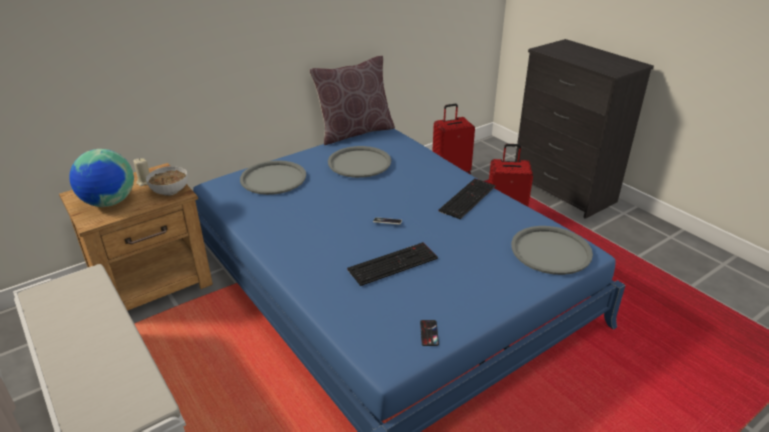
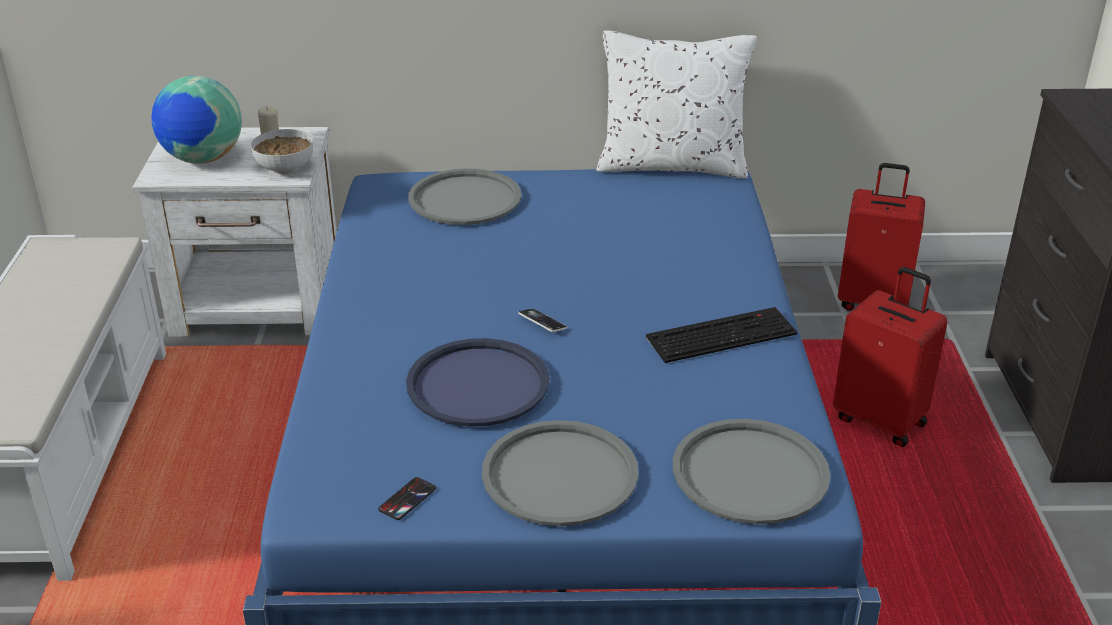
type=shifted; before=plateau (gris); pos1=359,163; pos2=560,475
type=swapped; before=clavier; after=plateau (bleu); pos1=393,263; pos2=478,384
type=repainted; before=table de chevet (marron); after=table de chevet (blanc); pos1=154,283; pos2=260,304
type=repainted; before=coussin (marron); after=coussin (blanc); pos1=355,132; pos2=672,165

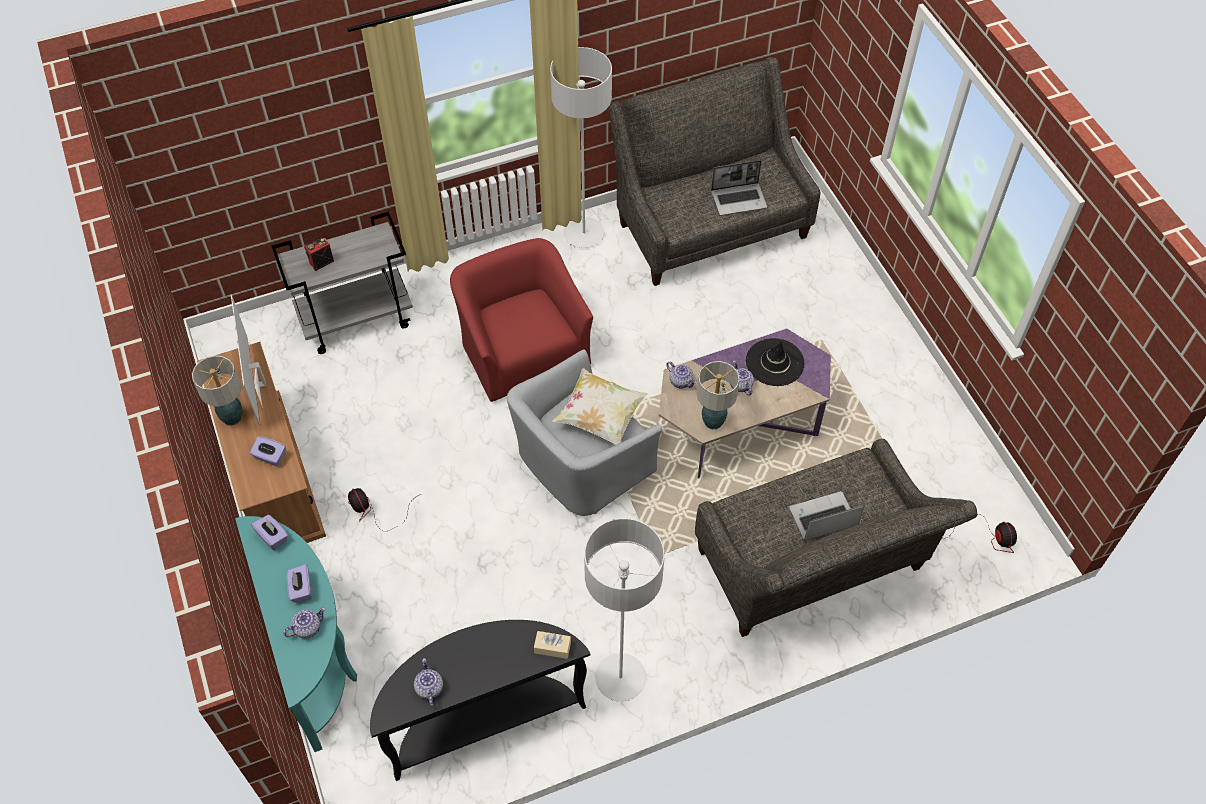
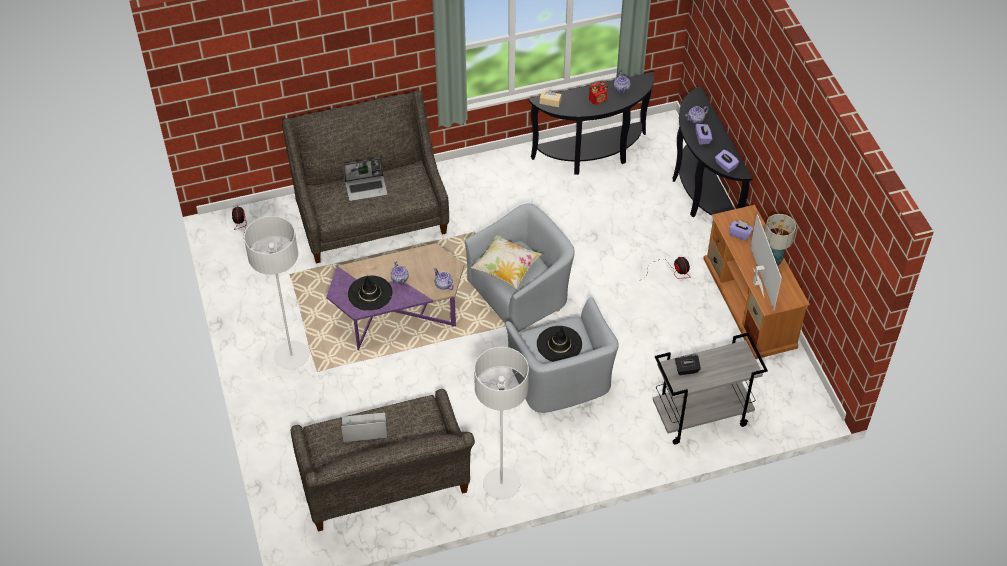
type=gone; before=lampe de table; pos1=713,421
type=new; after=chapeau (noir); pos2=559,344
type=new; after=boîte à mouchoirs (noir); pos2=686,370
type=shifted; before=radio; pos1=320,262; pos2=598,100
type=shifted; before=lampadaire (gris); pos1=620,678; pos2=291,356
type=repainted; before=table console (turquoise); after=table console (noir); pos1=316,655; pos2=700,193
type=repainted; before=fauteuil (rouge); after=fauteuil (gris); pos1=522,351; pos2=561,379

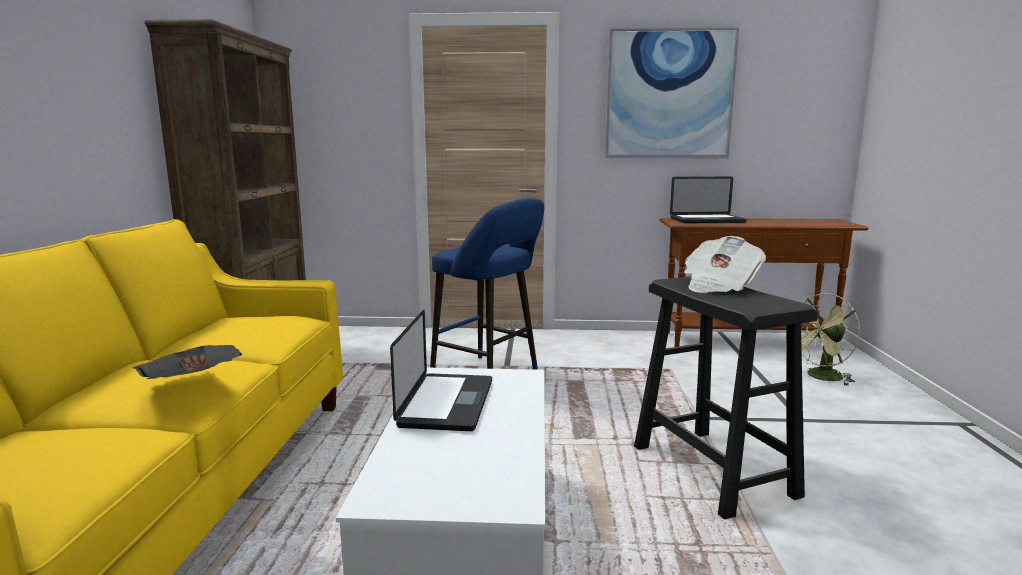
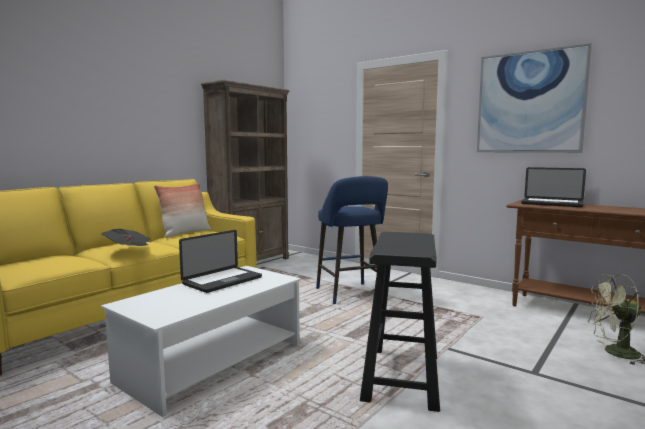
type=gone; before=journal; pos1=719,286
type=new; after=coussin; pos2=185,233

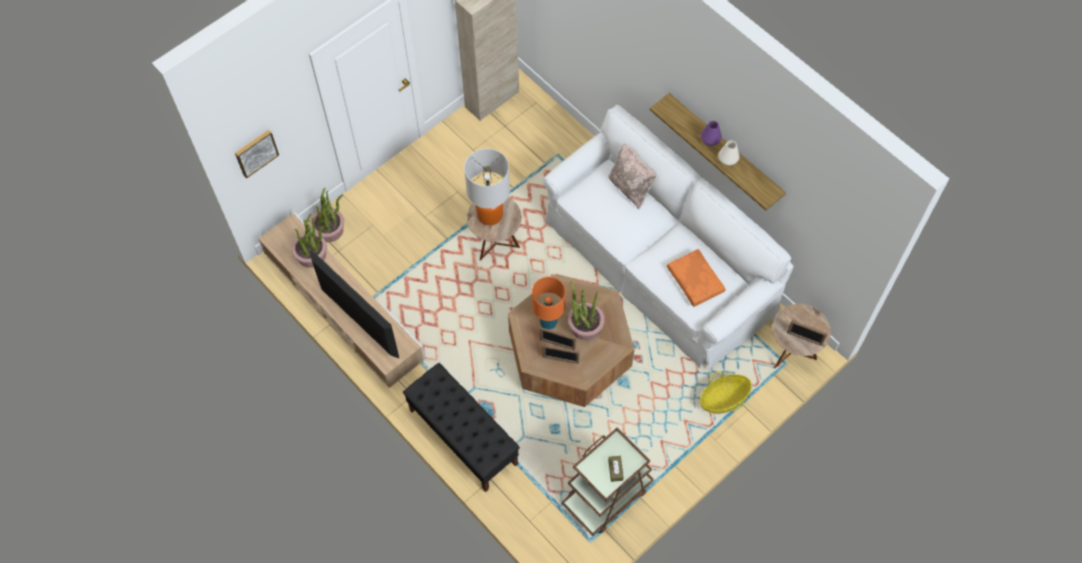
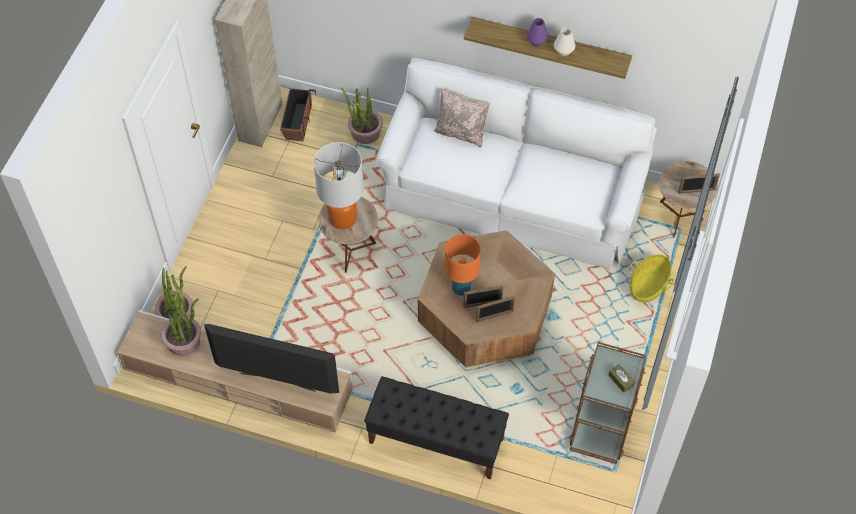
type=gone; before=tableau; pos1=255,152
type=gone; before=coussin (orange); pos1=696,281
type=new; after=cache-pot; pos2=298,122
type=shifted; before=plante en pot; pos1=585,326; pos2=365,132

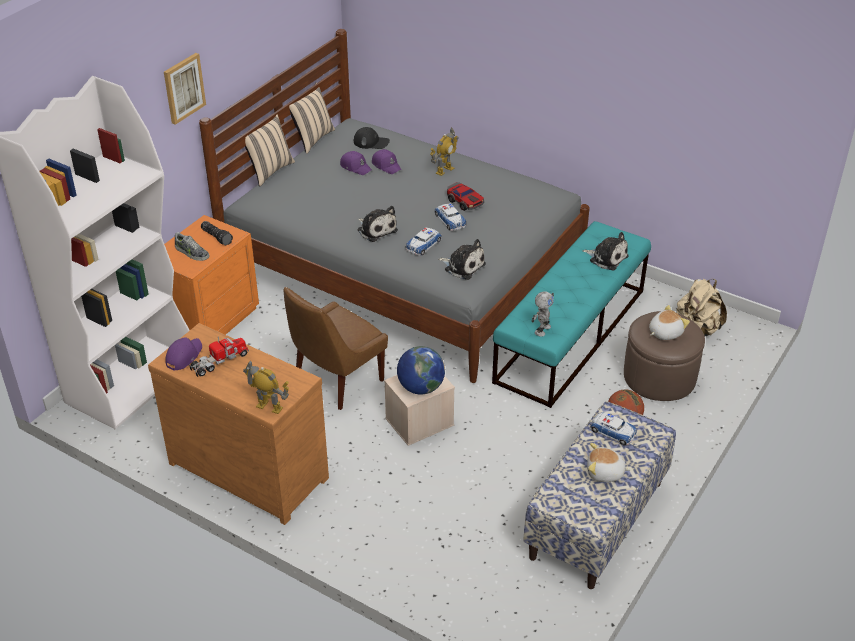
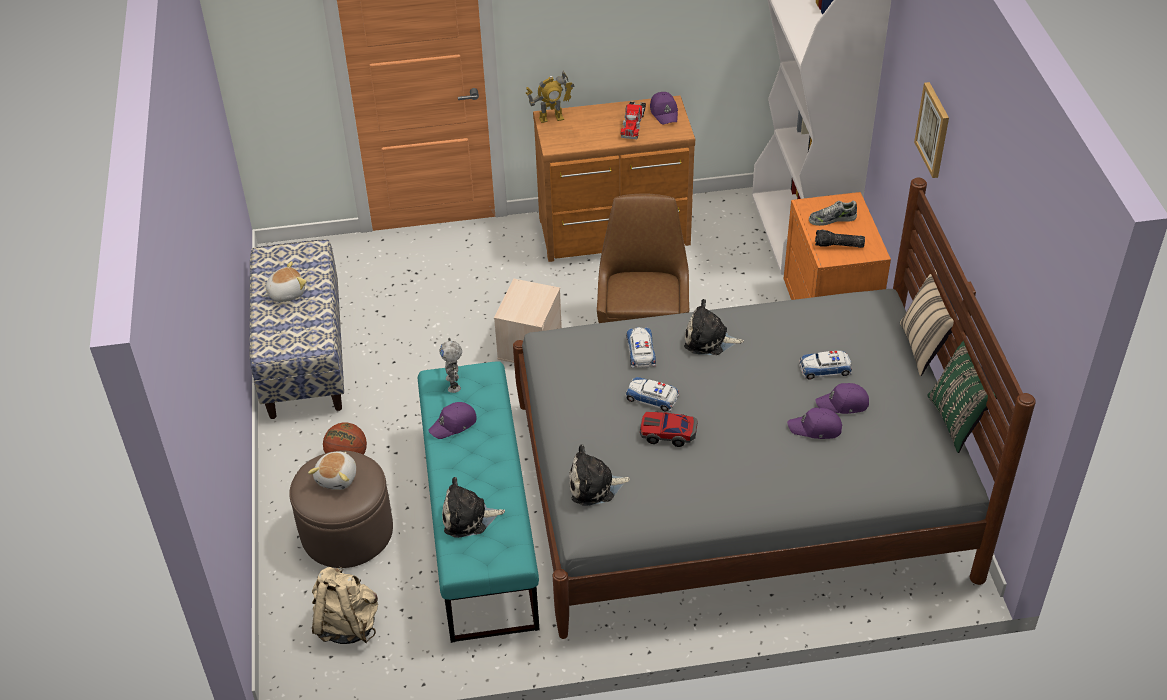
type=gone; before=casquette (noir); pos1=371,142
type=gone; before=globe; pos1=420,387
type=gone; before=robot jouet; pos1=444,170
type=new; after=casquette (violet); pos2=454,424
type=shifted; before=peluche; pos1=463,266; pos2=595,486
type=shifted; before=petite voiture; pos1=613,432; pos2=825,368
type=repainted; before=coussin (beige); after=coussin (vert); pos1=312,139; pos2=956,421

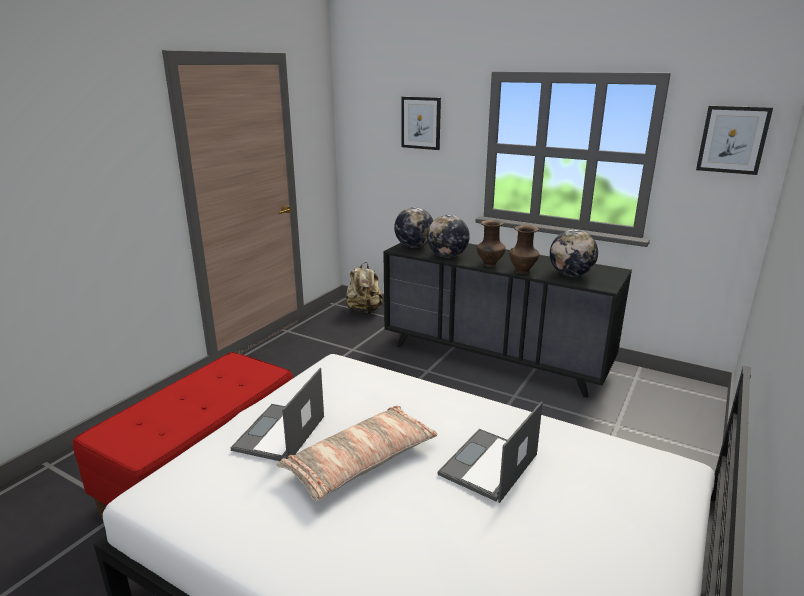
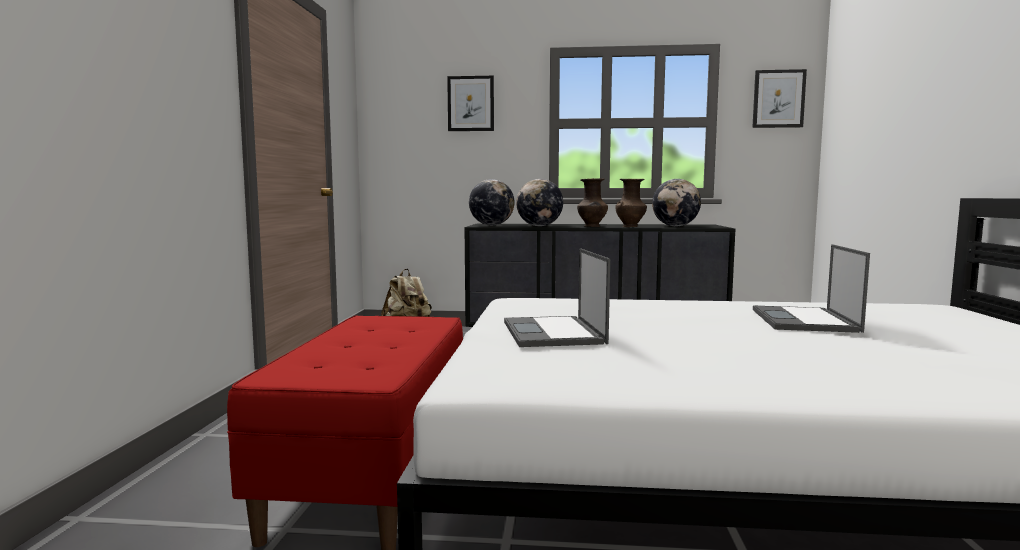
type=gone; before=coussin; pos1=362,462

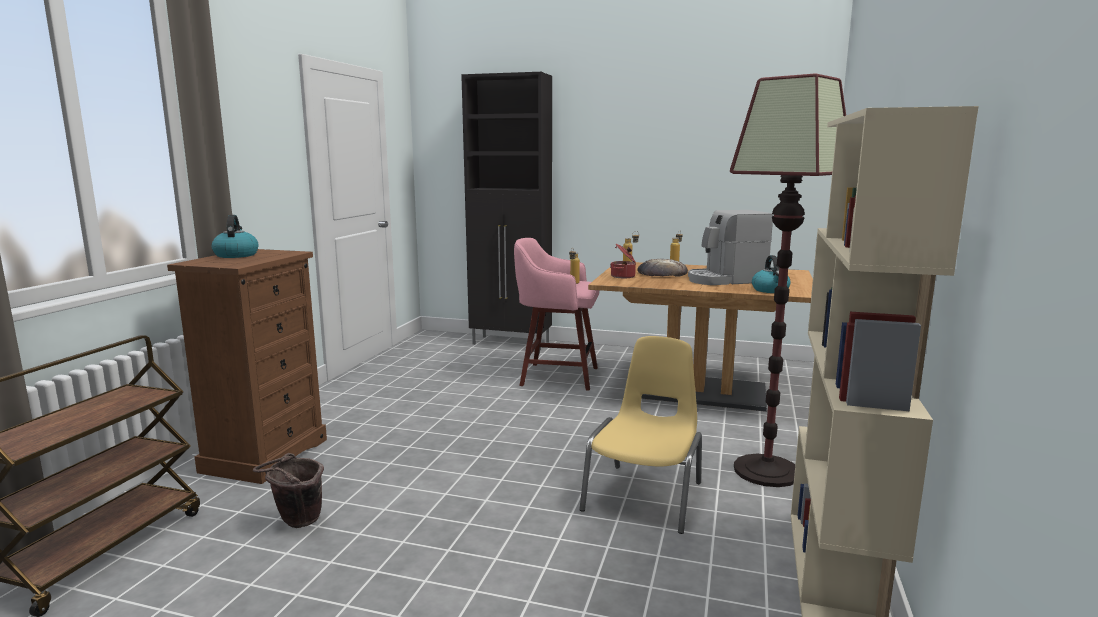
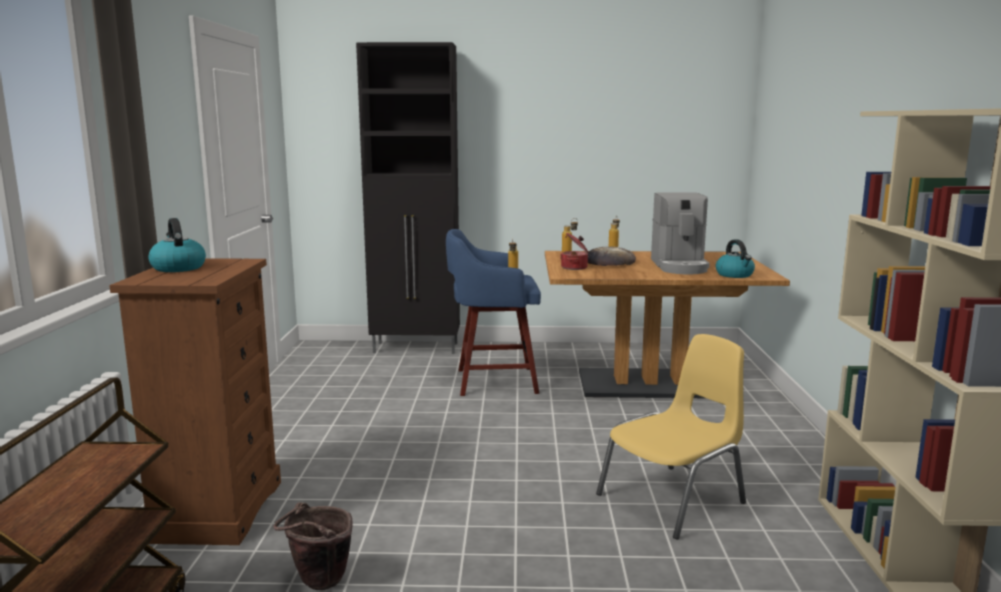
type=gone; before=lampadaire; pos1=767,471
type=repainted; before=tabouret (rose); after=tabouret (bleu); pos1=556,376; pos2=493,381
type=rotated; before=chaise (jaune); pos1=645,496; pos2=674,499; turn=45
type=rotated; before=machine à café; pos1=725,280; pos2=679,266; turn=-60

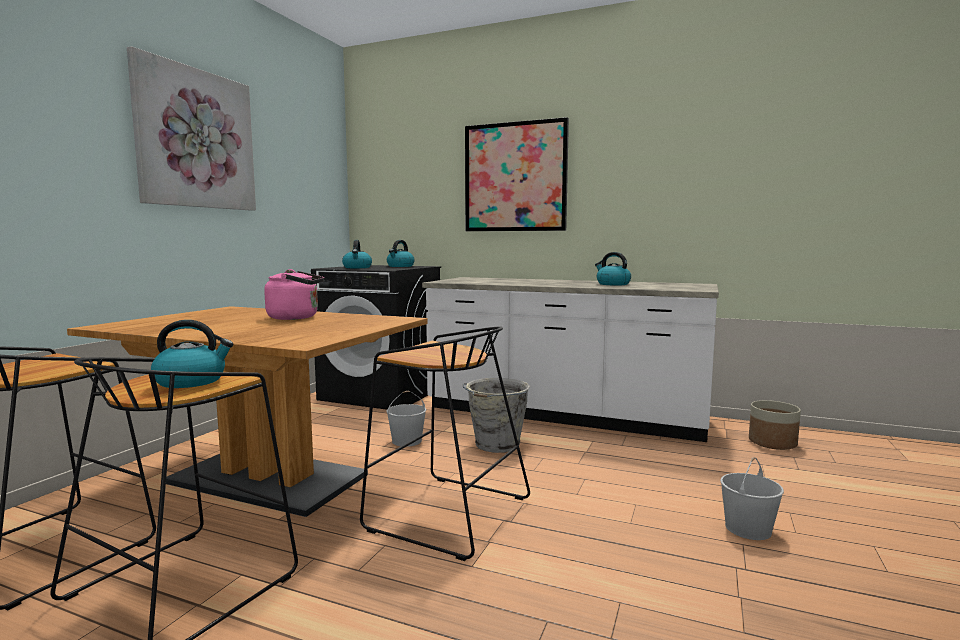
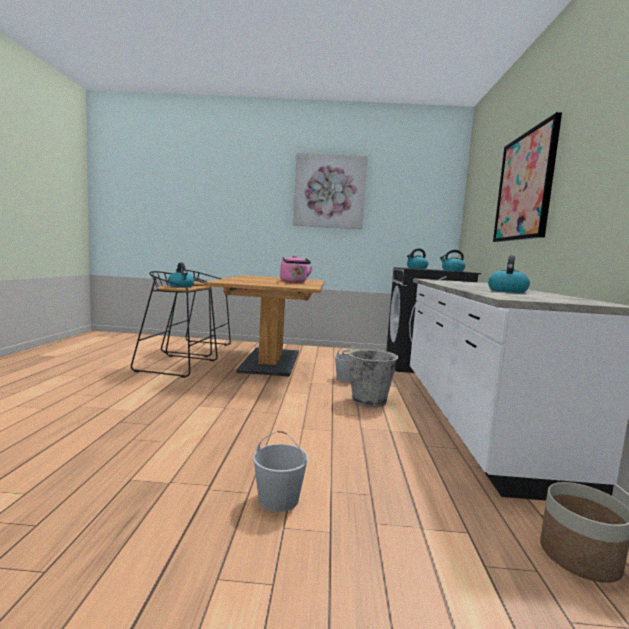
type=gone; before=tabouret (noir); pos1=445,514

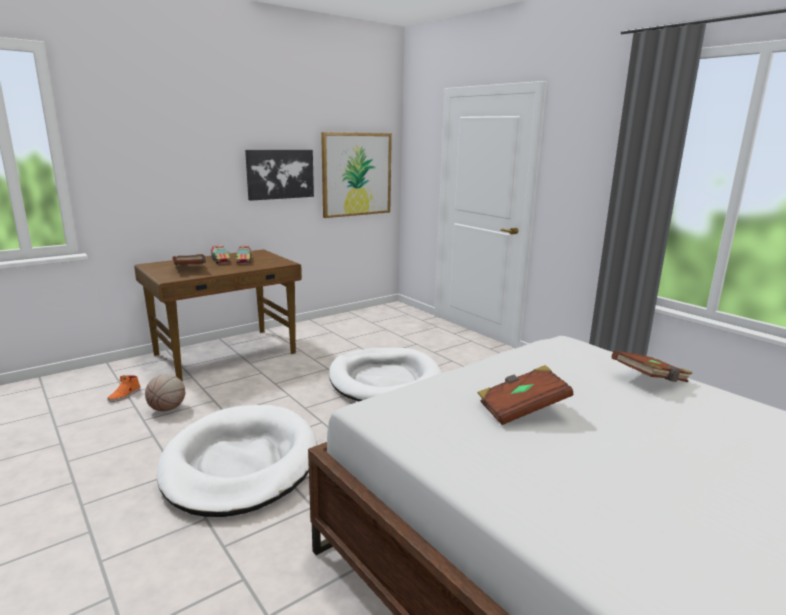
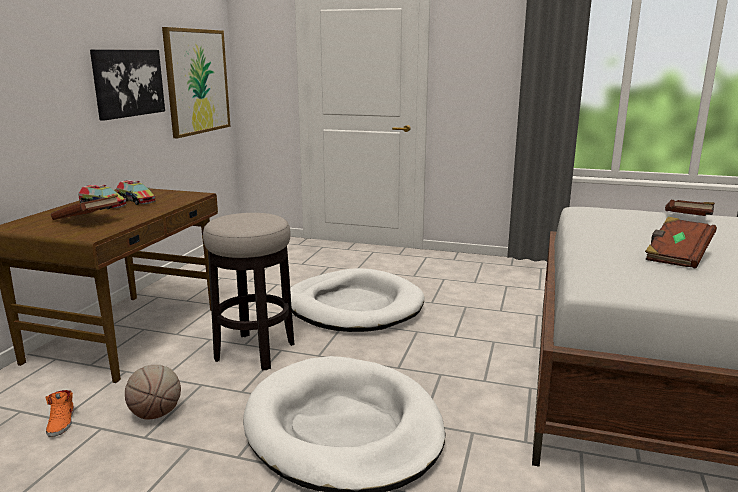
type=new; after=tabouret; pos2=254,352

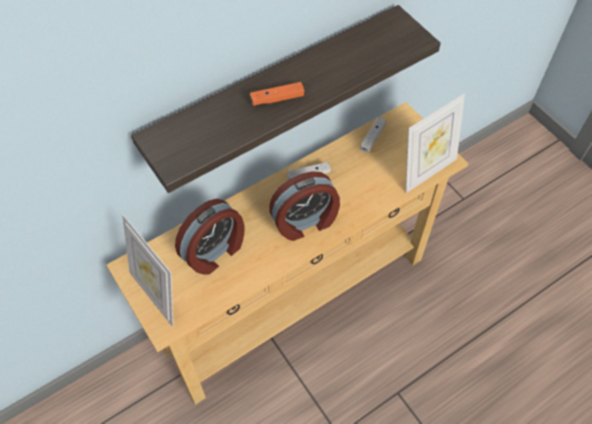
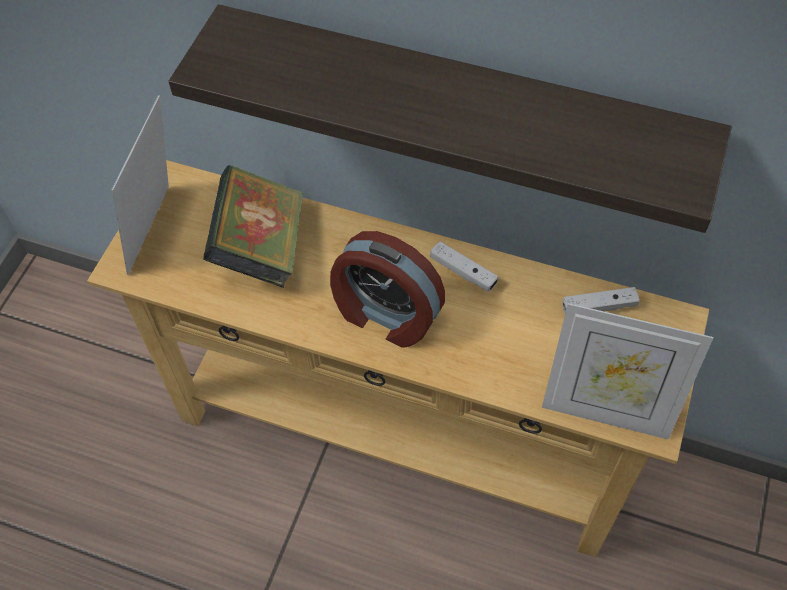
type=gone; before=manette (orange); pos1=277,99
type=swapped; before=réveil; after=livre; pos1=215,251; pos2=261,248

